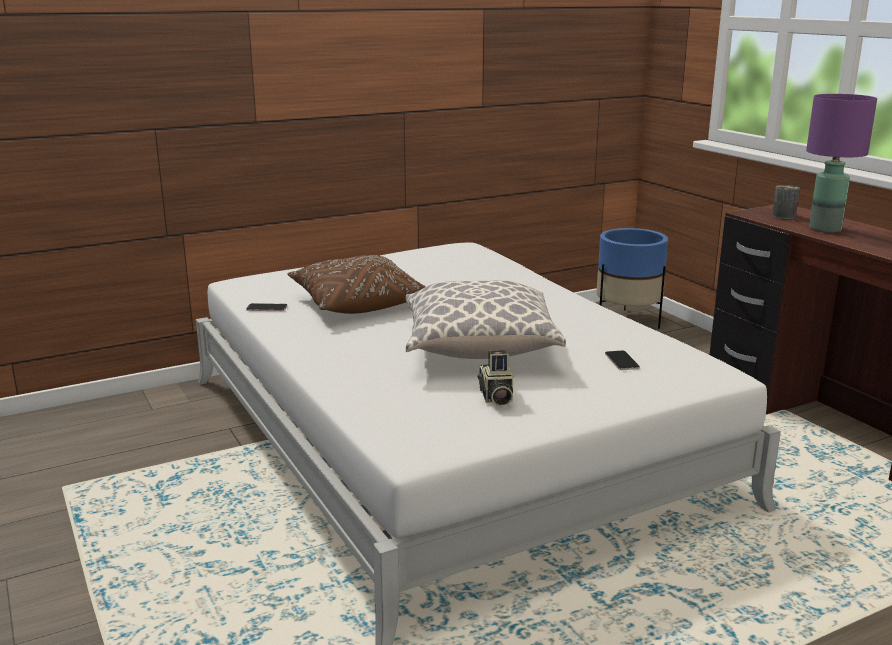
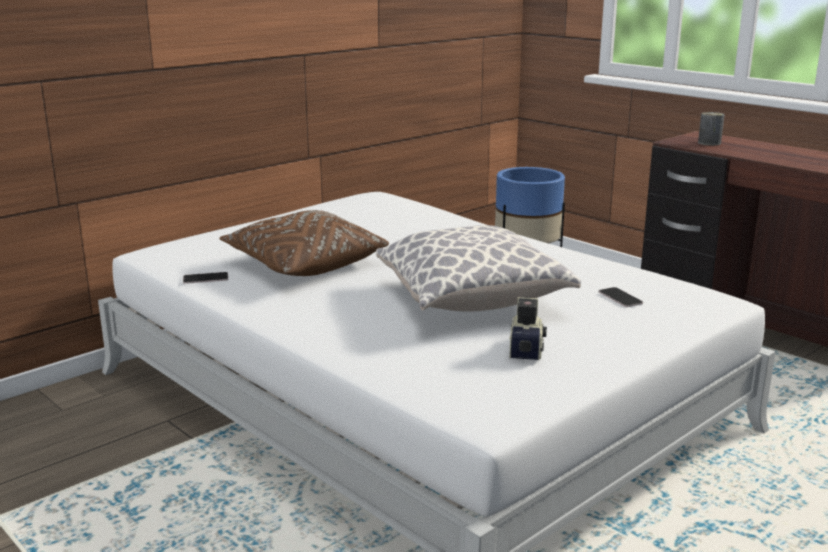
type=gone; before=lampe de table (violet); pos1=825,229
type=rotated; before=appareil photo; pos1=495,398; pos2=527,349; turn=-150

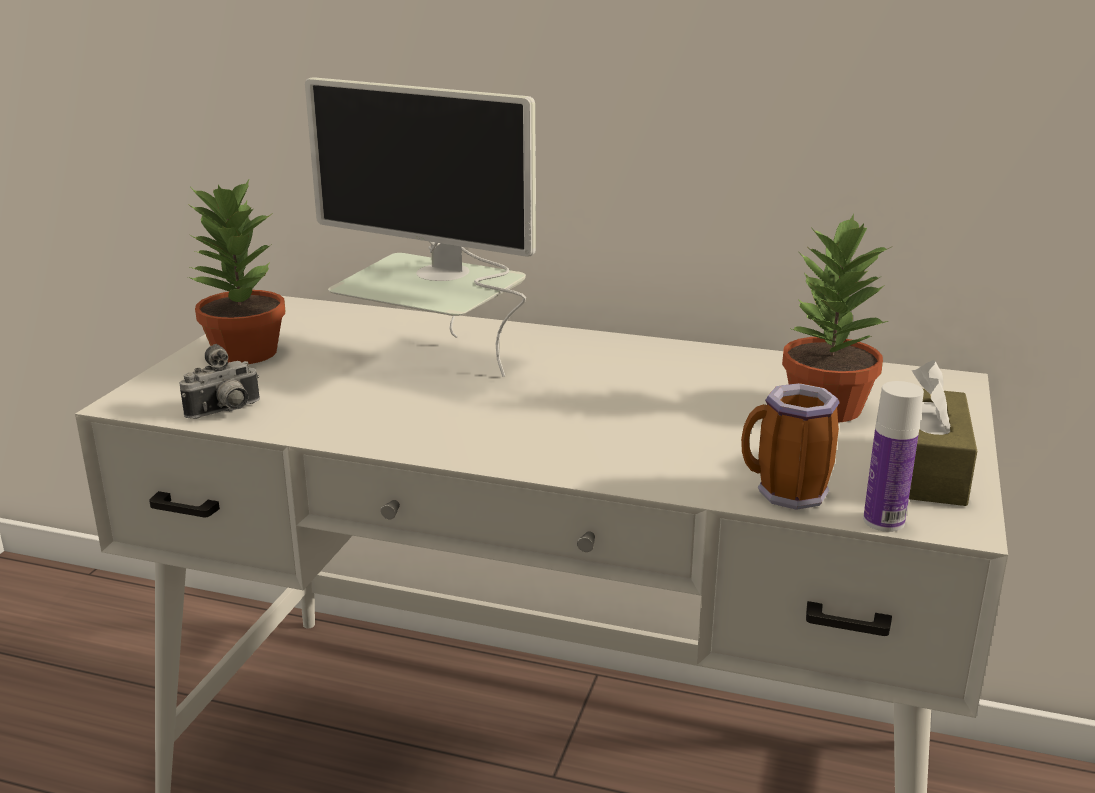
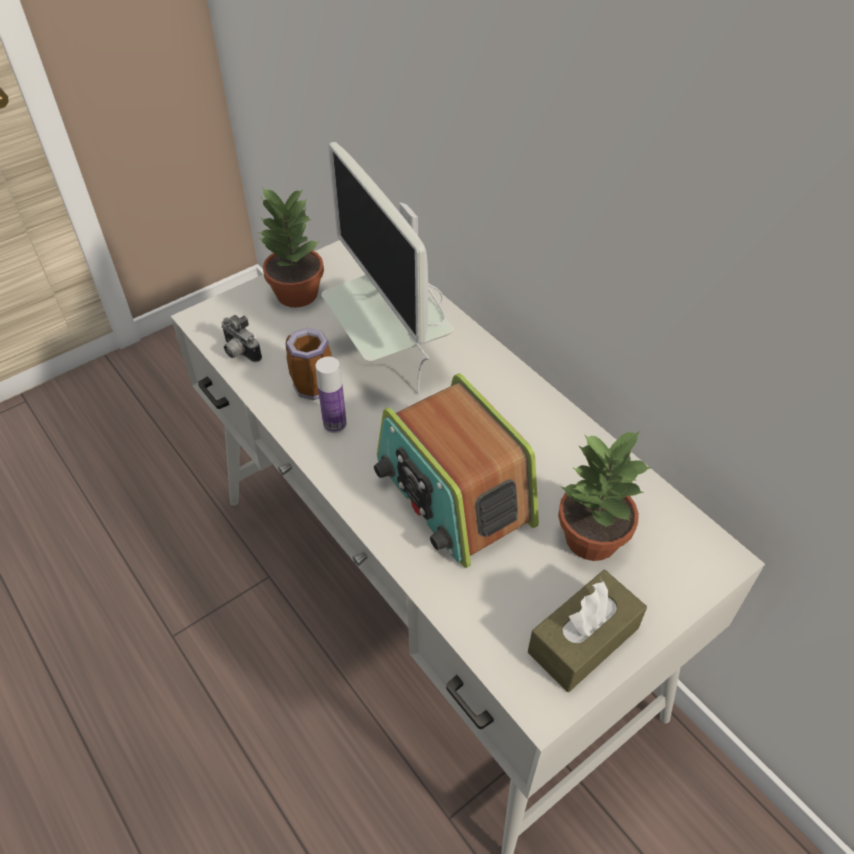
type=new; after=radio; pos2=453,493
type=shifted; before=mug; pos1=785,495; pos2=309,385
type=shifted; before=bouteille; pos1=883,521; pos2=335,424
type=rotated; before=appareil photo; pos1=226,412; pos2=239,353; turn=45

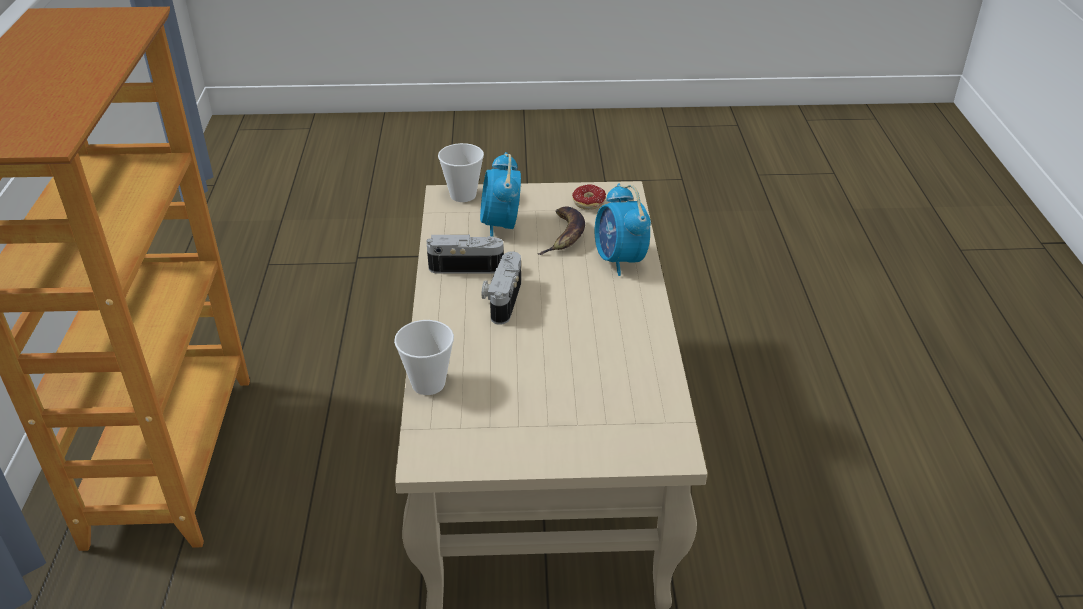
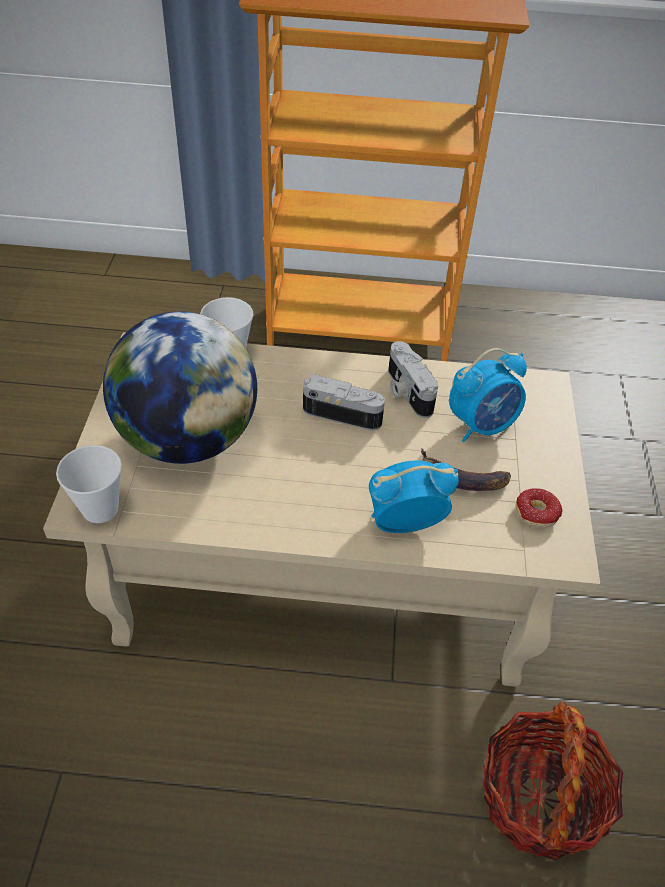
type=new; after=globe; pos2=188,438
type=new; after=panier; pos2=539,798
type=shifted; before=tasse; pos1=463,195; pos2=100,509
type=rotated; before=appareil photo; pos1=466,265; pos2=406,391; turn=150
type=rotated; before=réveil; pos1=501,226; pos2=482,425; turn=150

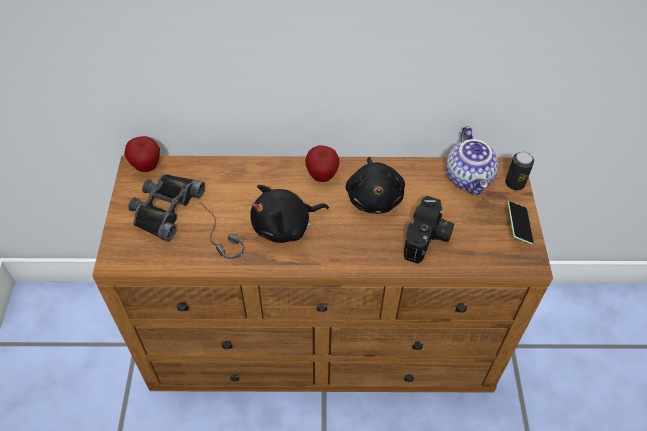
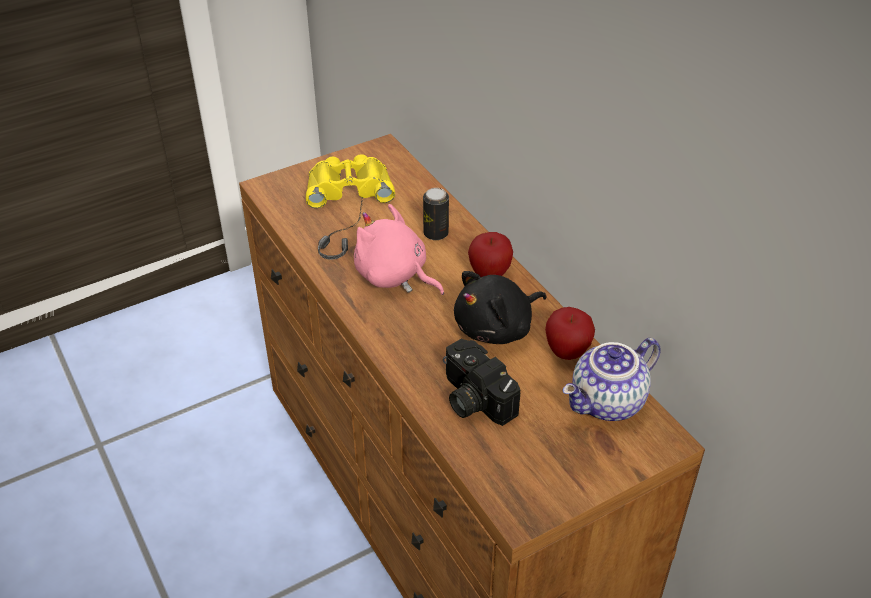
type=gone; before=téléphone; pos1=518,226
type=shifted; before=pomme; pos1=146,166; pos2=567,352
type=shifted; before=boîte métallique; pos1=514,183; pos2=436,233
type=repainted; before=jumelles (noir); after=jumelles (jaune); pos1=165,208; pos2=349,187
type=repainted; before=peluche (noir); after=peluche (rose); pos1=285,226; pos2=394,276
type=rotated; before=appareil photo; pos1=428,239; pos2=472,399; turn=60

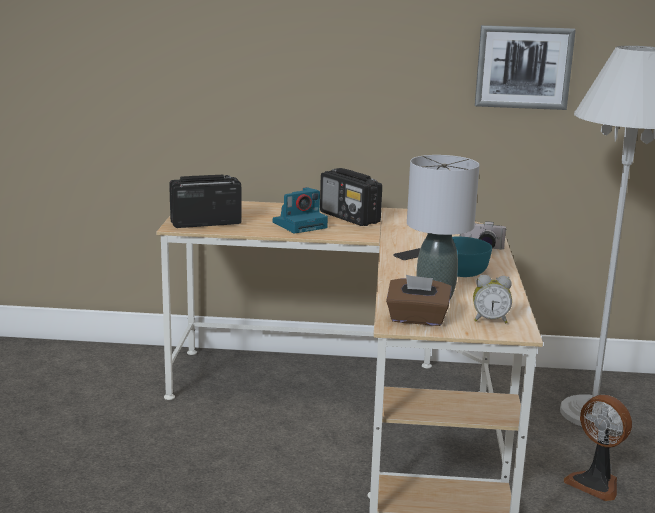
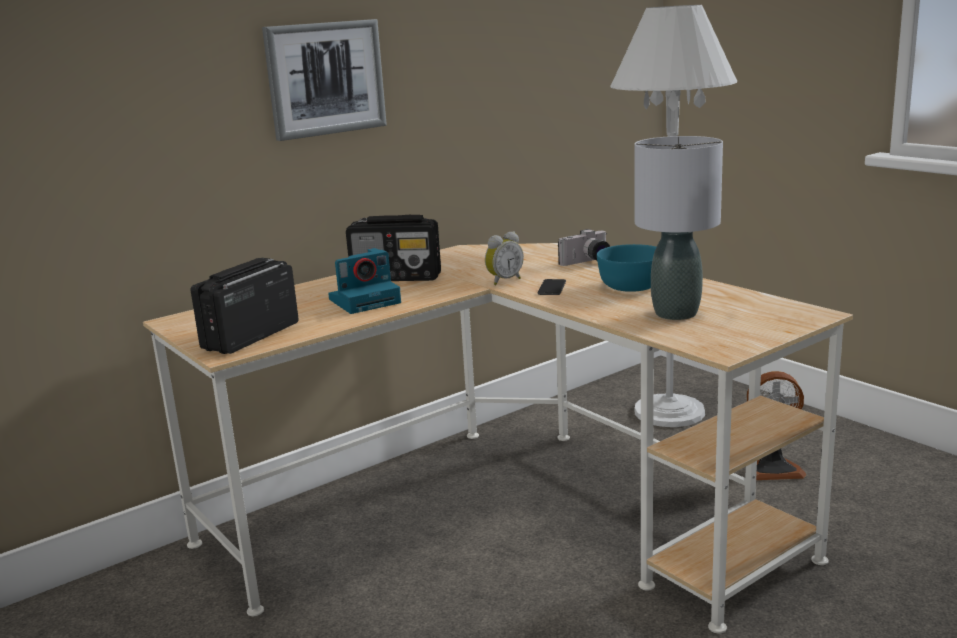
type=gone; before=boîte à mouchoirs (marron); pos1=417,319
type=shifted; before=réveil; pos1=490,320; pos2=503,281
type=shifted; before=tableau; pos1=523,67; pos2=325,78
type=rotated; before=appareil photo; pos1=300,224; pos2=366,300; turn=45

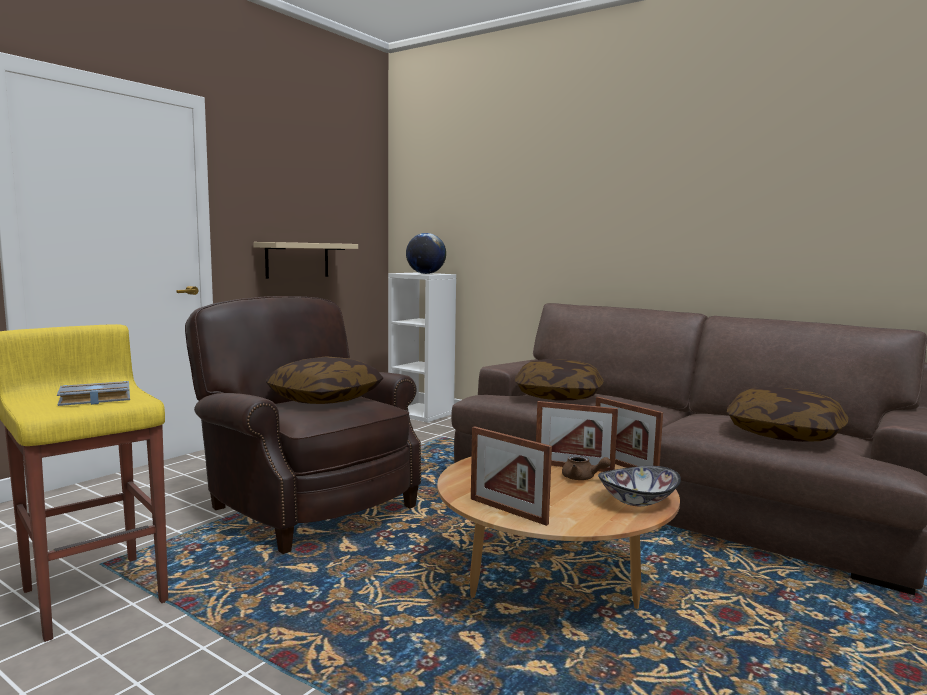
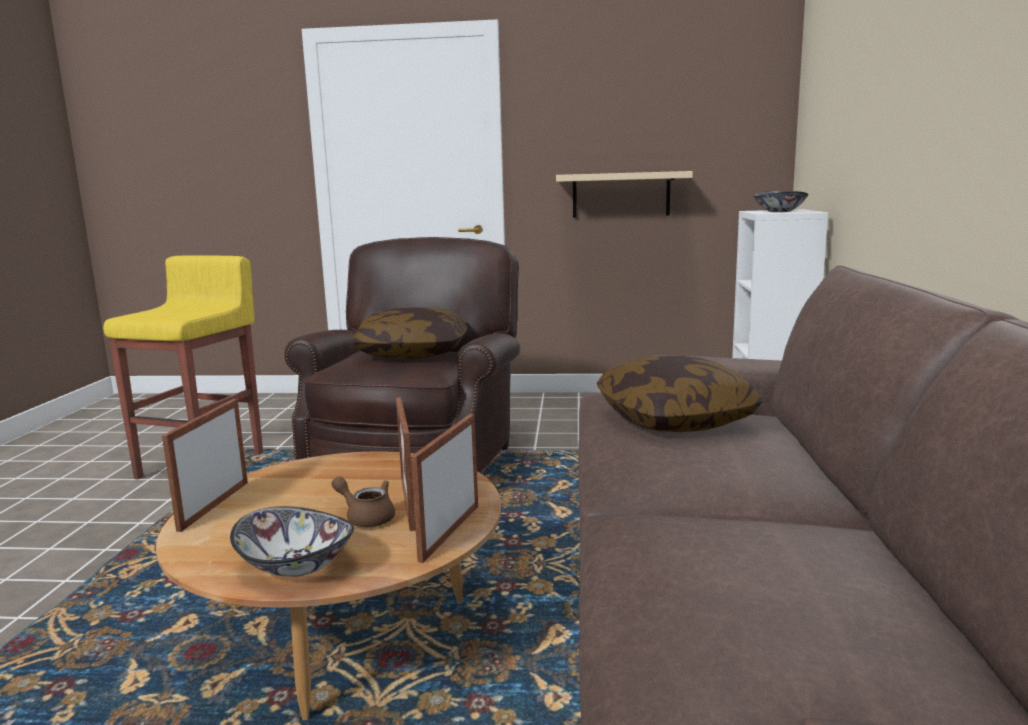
type=gone; before=livre (gris); pos1=93,399
type=gone; before=coussin; pos1=784,433
type=swapped; before=globe; after=bol; pos1=425,273; pos2=778,211
type=rotated; before=théière (marron); pos1=582,478; pos2=366,517; turn=120

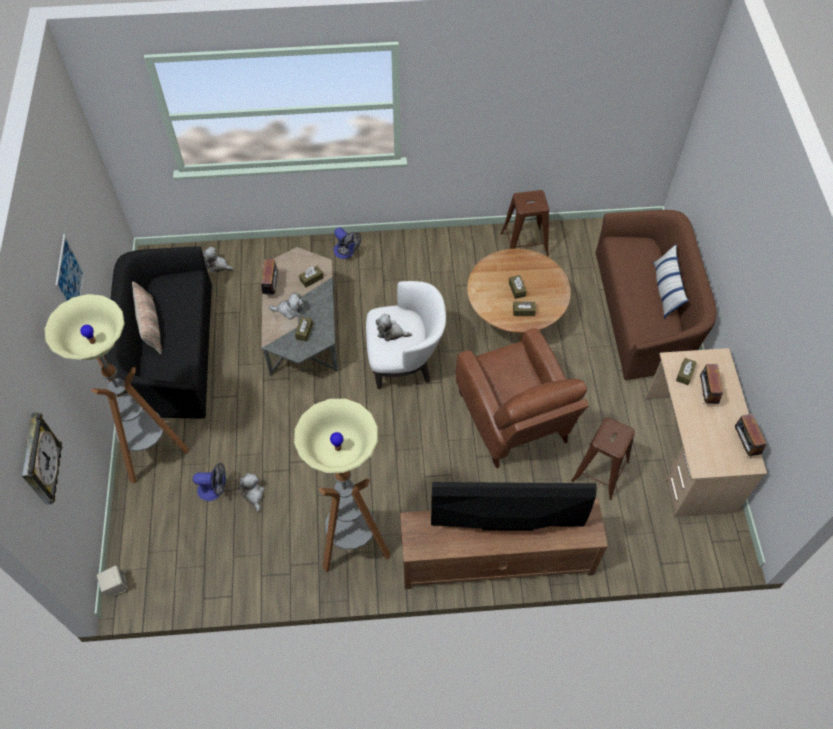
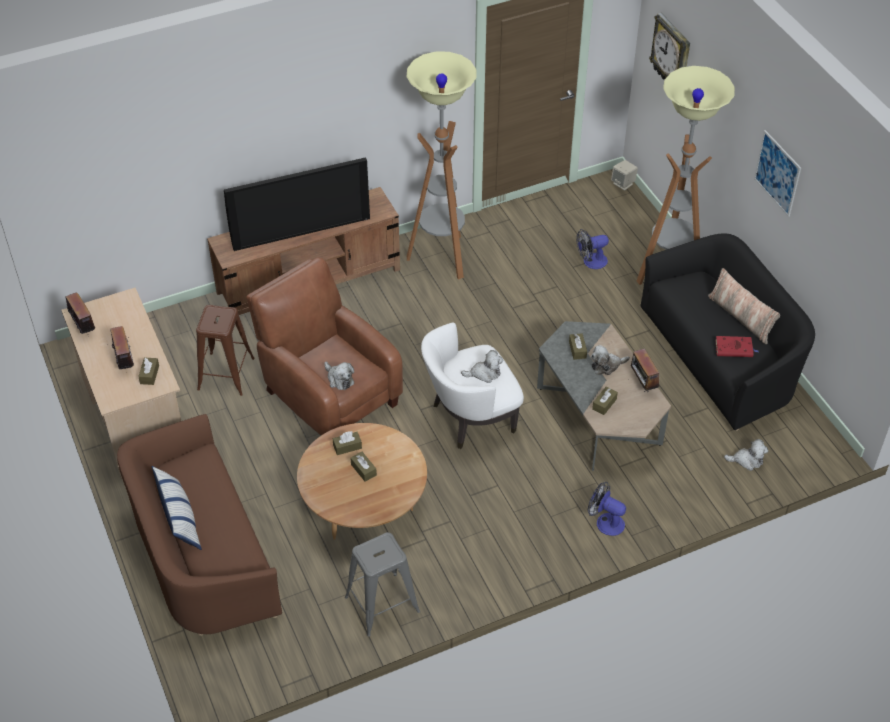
type=new; after=livre (rouge); pos2=735,348
type=shifted; before=peluche; pos1=253,494; pos2=339,379
type=repainted; before=tabouret (marron); after=tabouret (gris); pos1=524,244; pos2=382,604

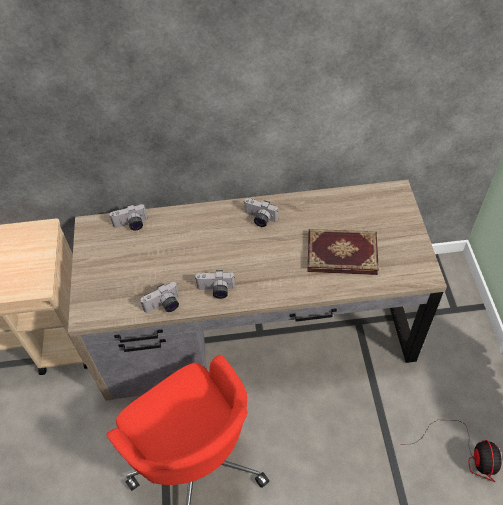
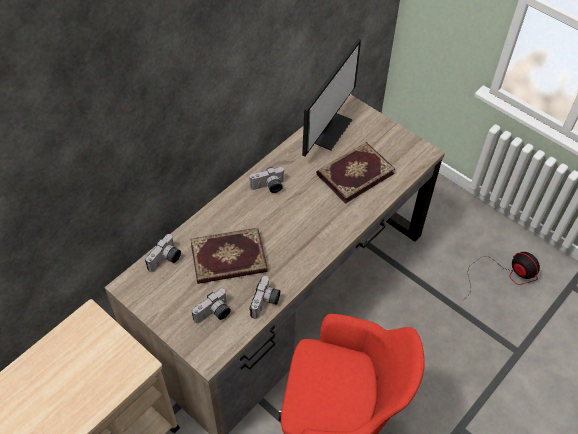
type=new; after=livre; pos2=229,259
type=new; after=écran d'ordinateur; pos2=328,129
type=shifted; before=appareil photo; pos1=216,290; pos2=214,314

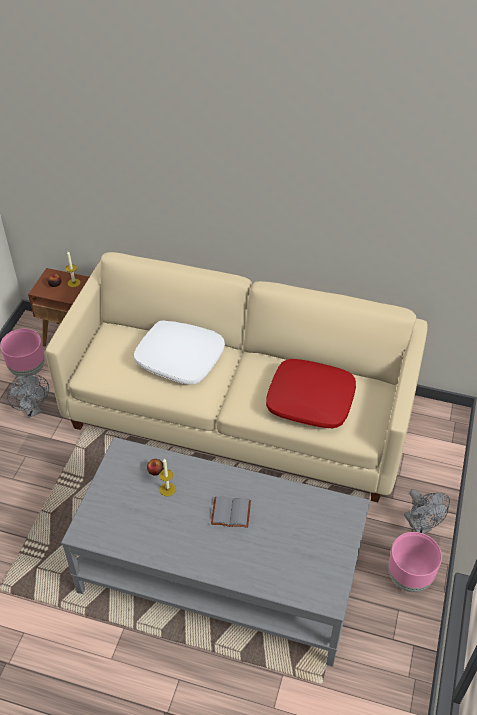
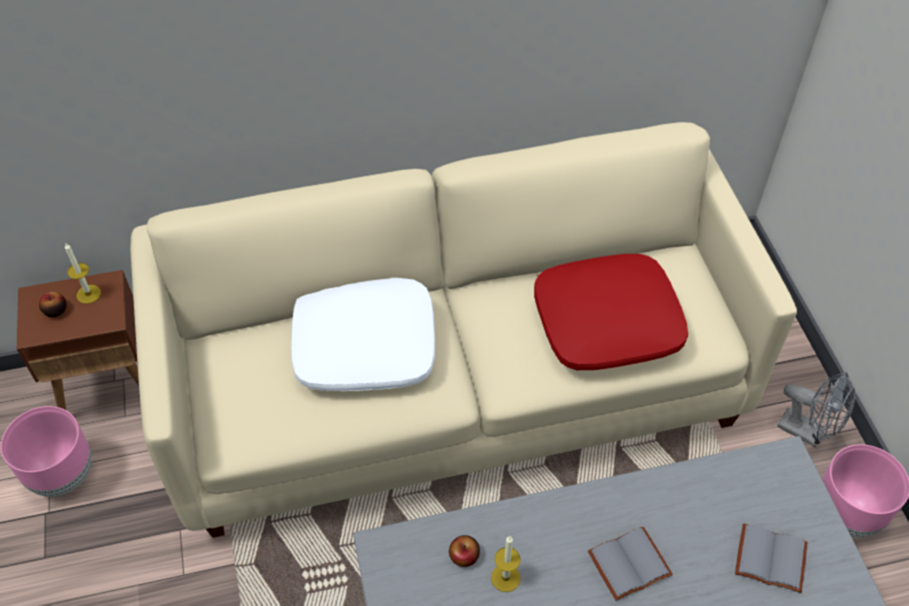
type=gone; before=ventilateur (gris); pos1=33,410
type=new; after=livre (gris); pos2=769,560

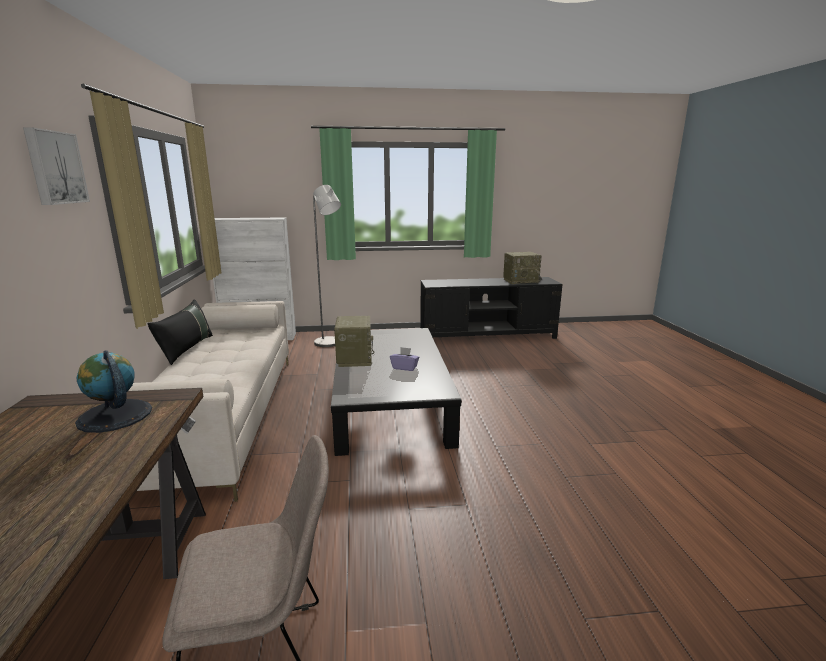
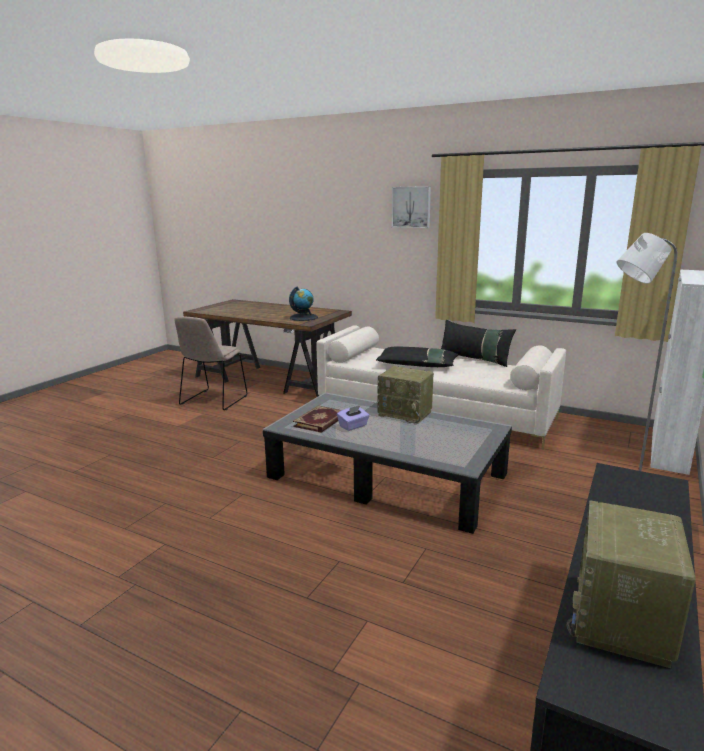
type=new; after=livre; pos2=321,421
type=new; after=coussin (noir); pos2=417,365

